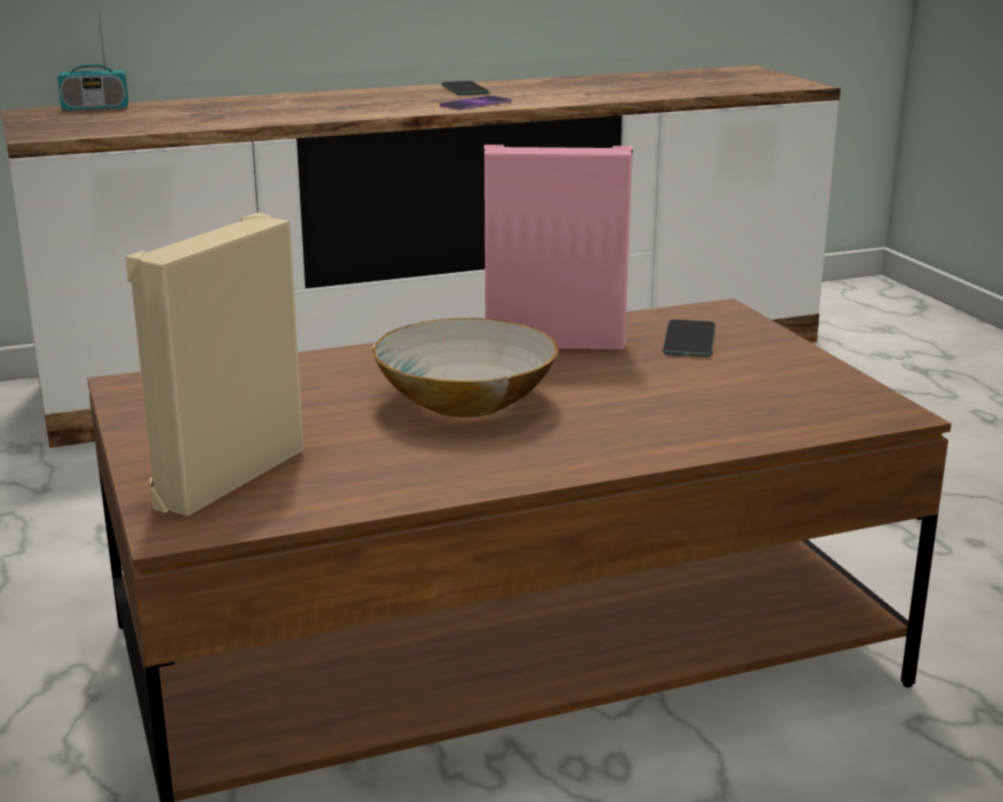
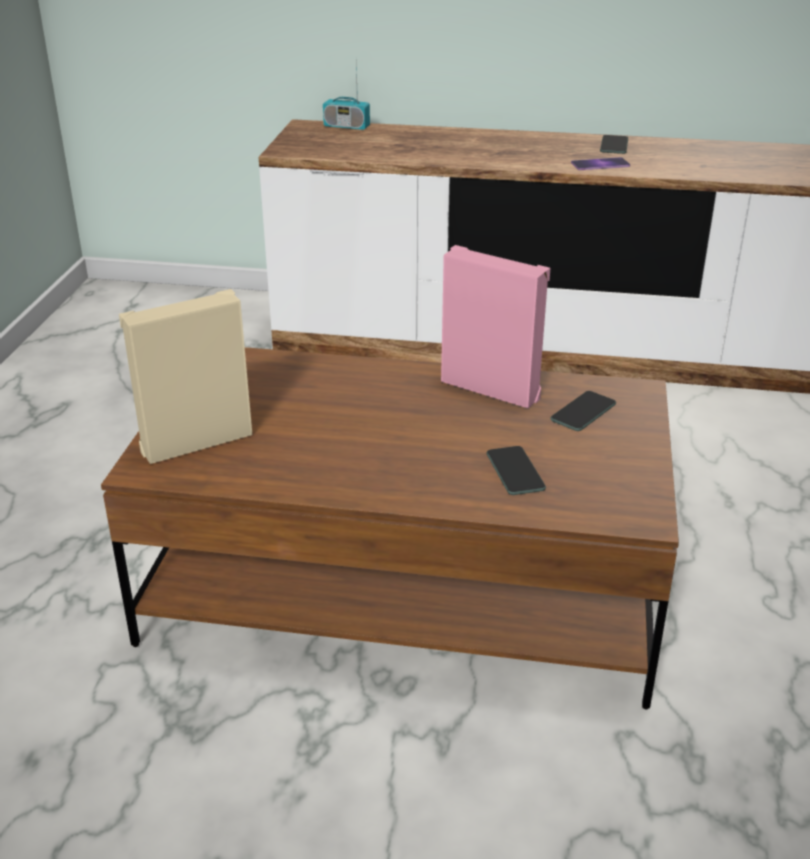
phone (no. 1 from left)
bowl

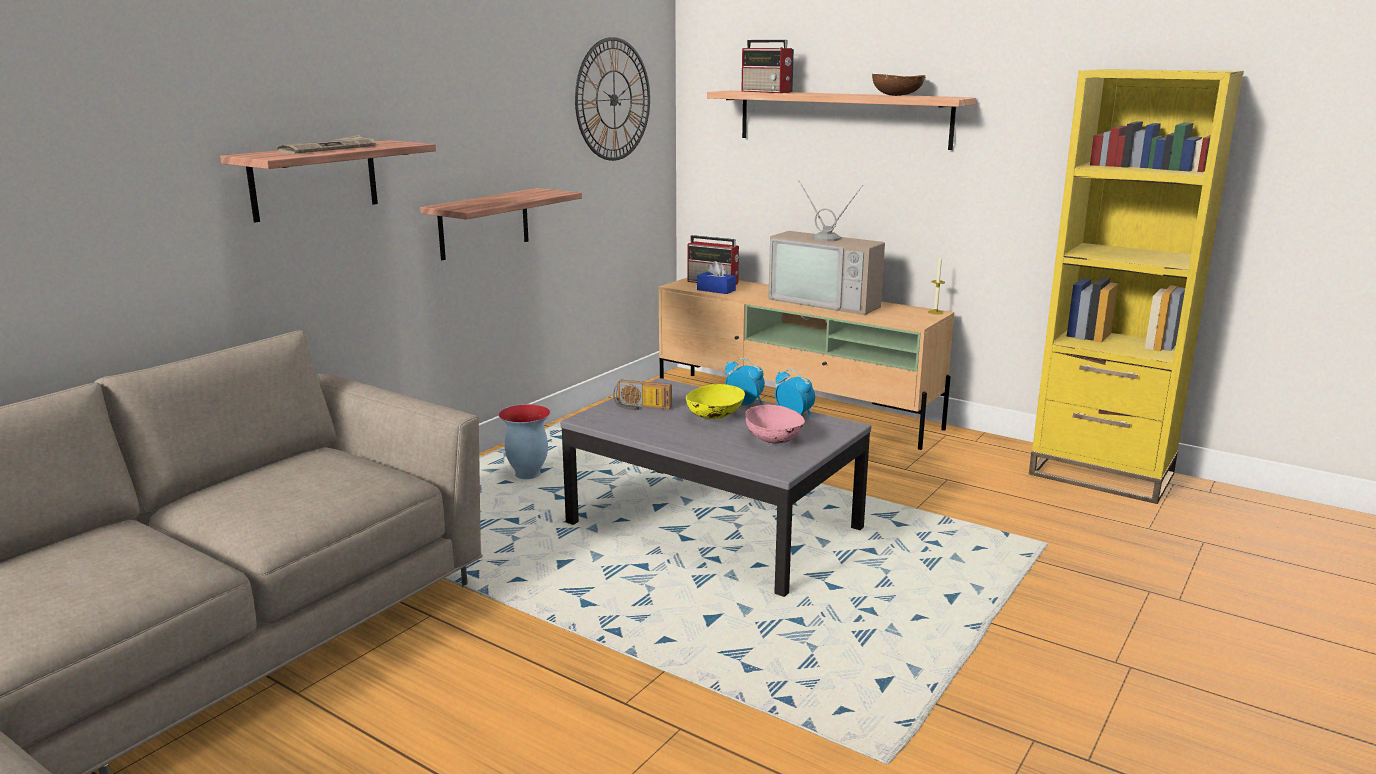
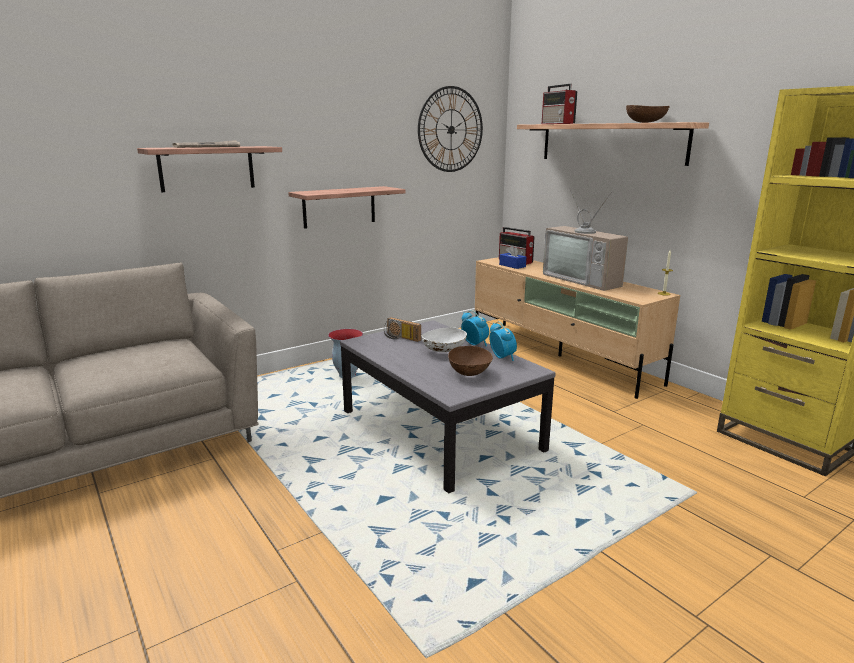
white-coloured bowl
brown-coloured bowl (no. 1 from left)

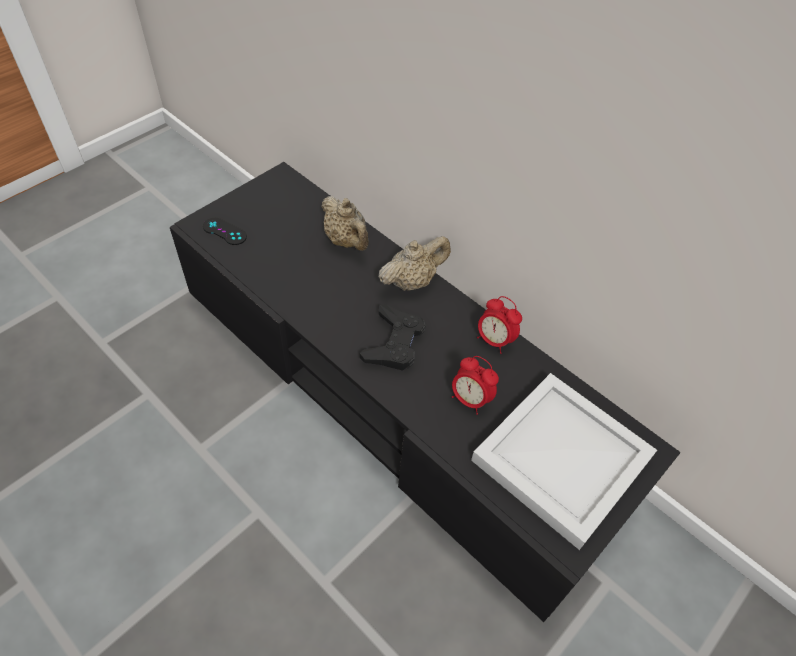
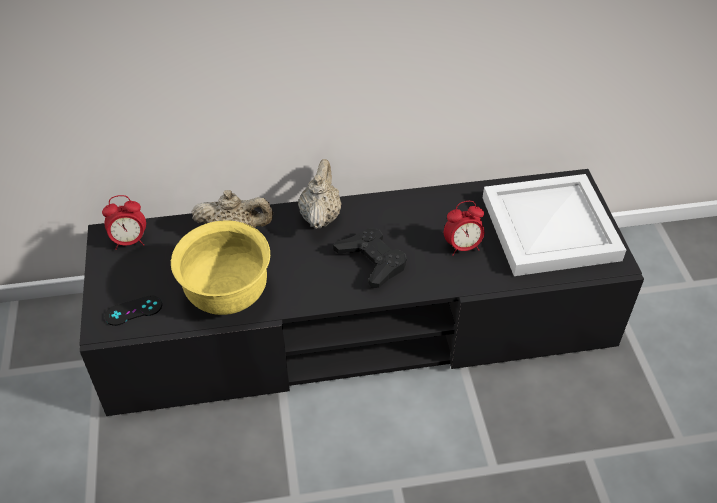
alarm clock (no. 1 from left)
yellow bowl

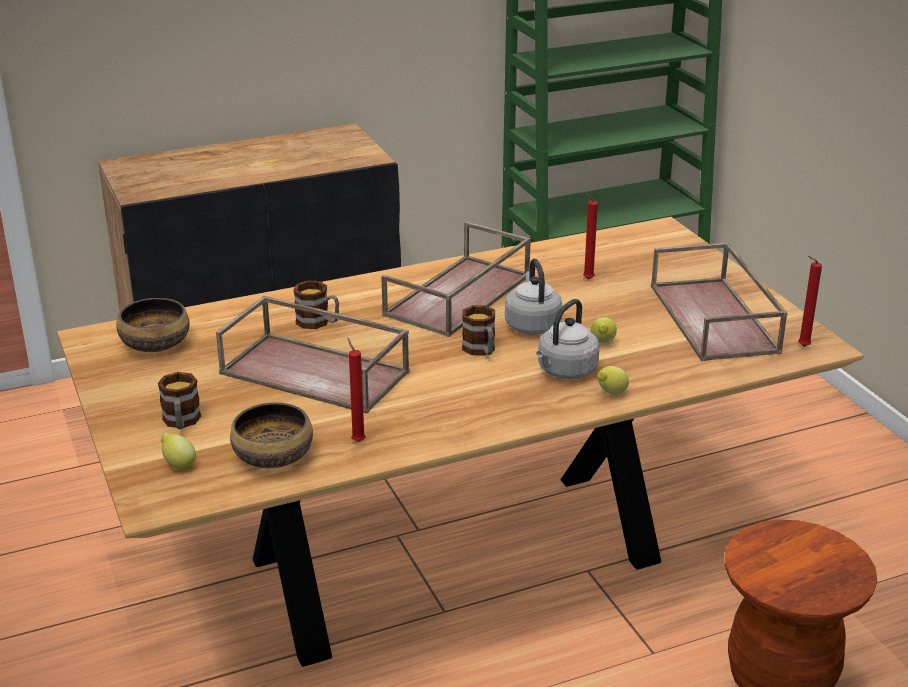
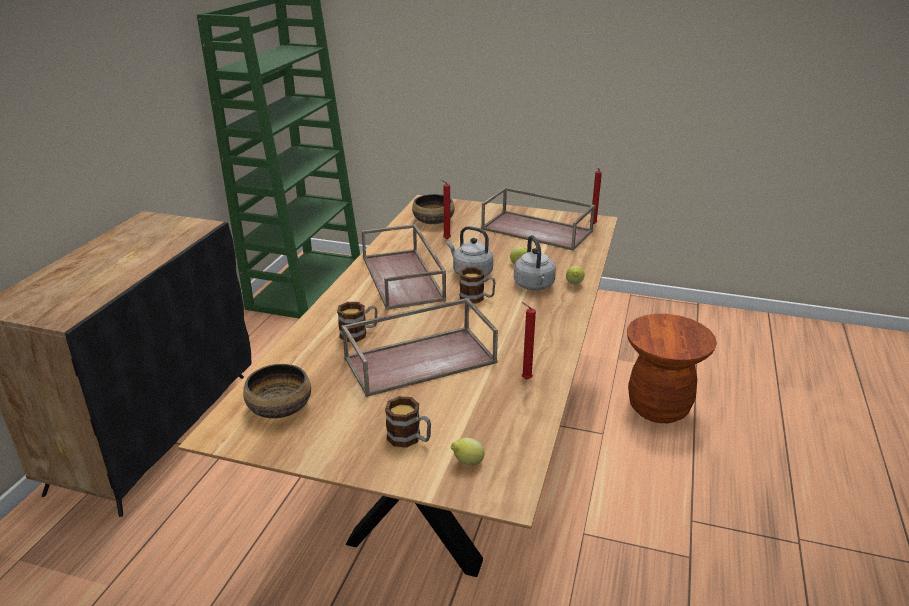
bowl (no. 2 from left)

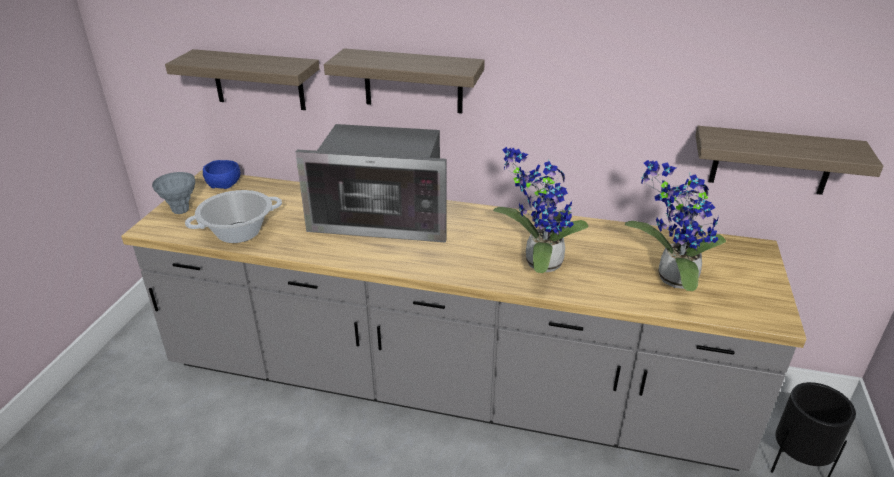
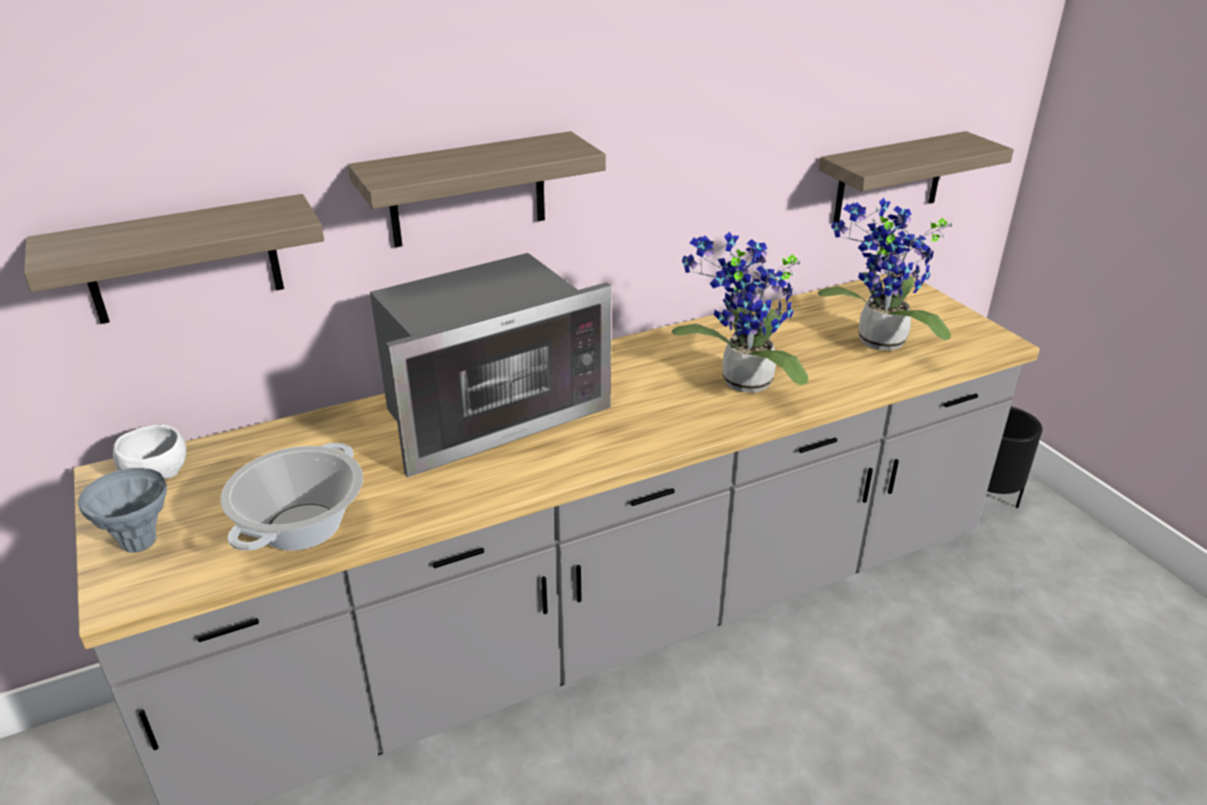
white-coloured bowl

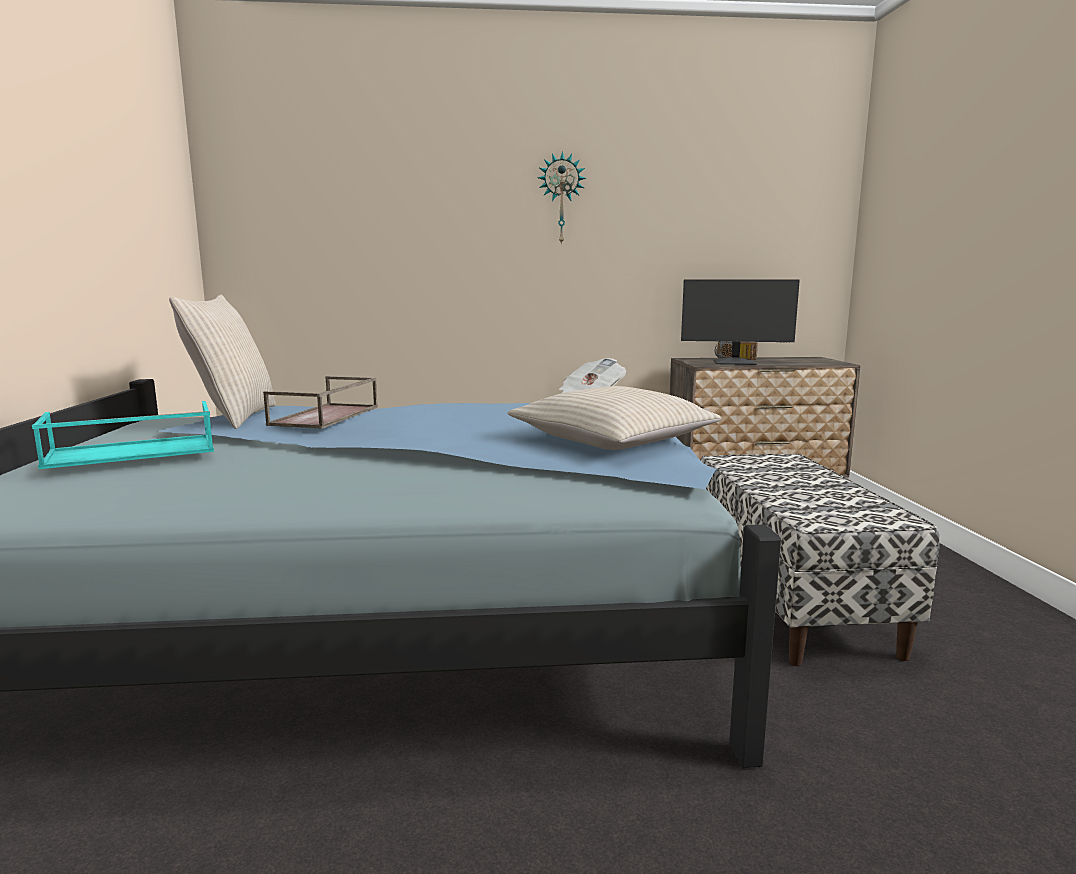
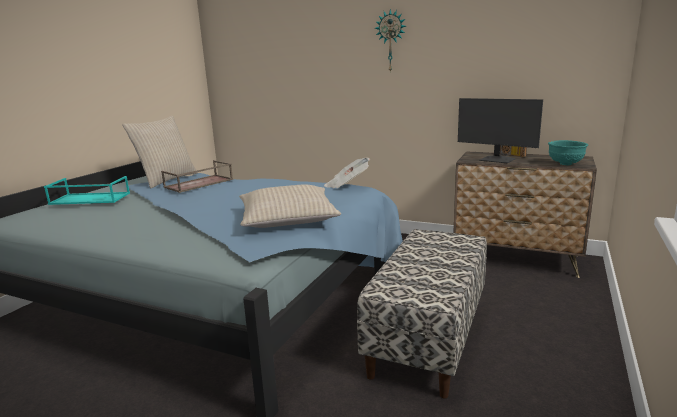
turquoise bowl

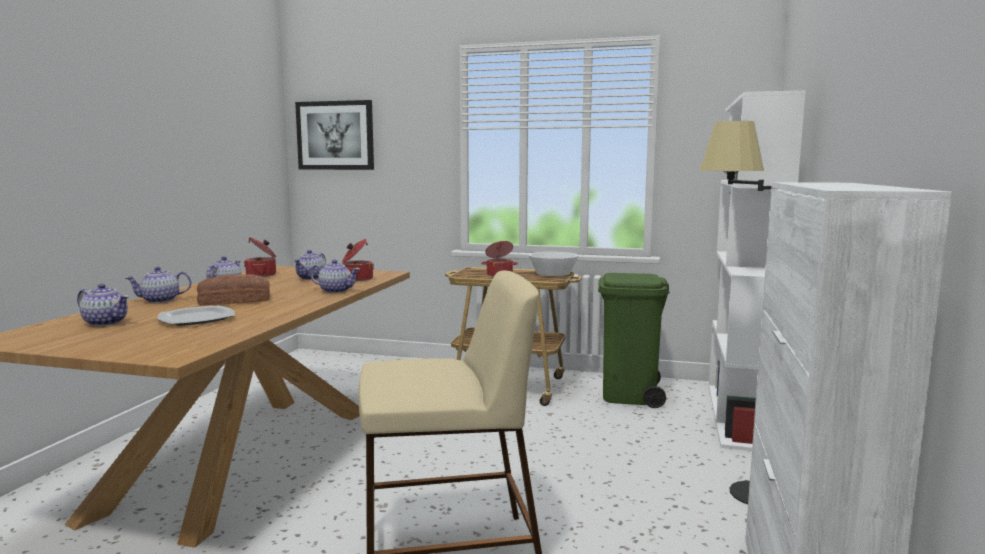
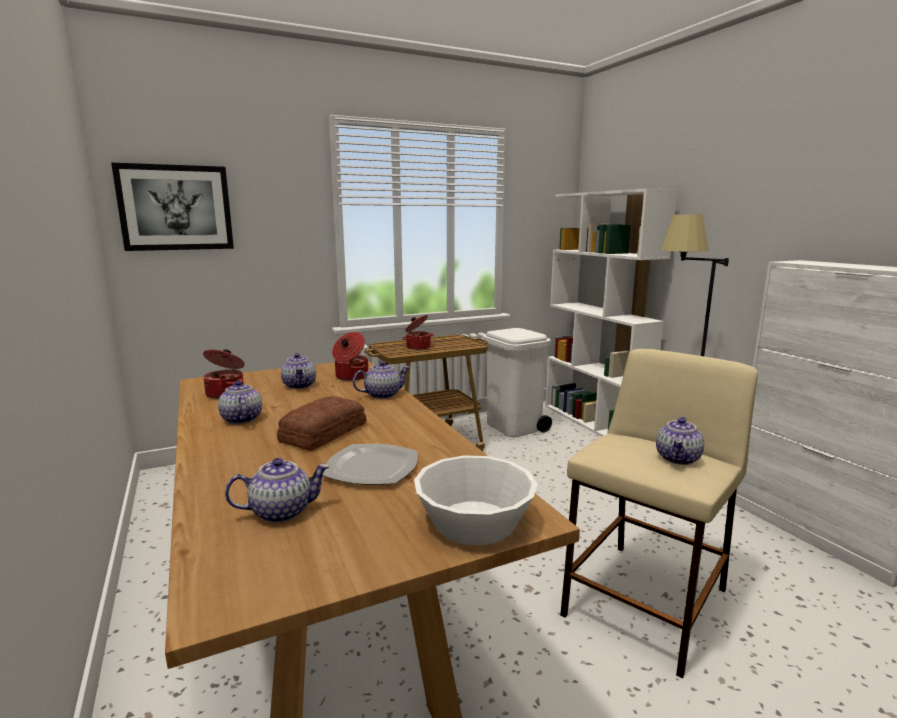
white-coloured bowl
white-coloured trash can
teapot (no. 5 from left)

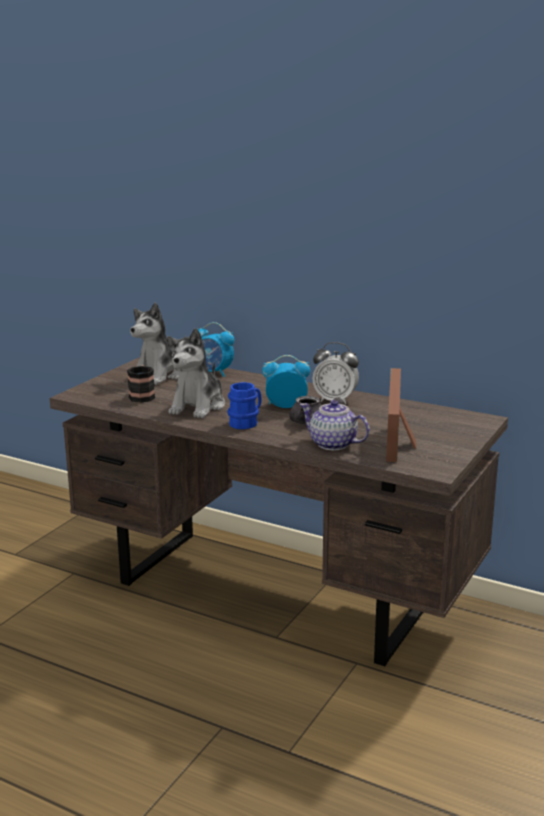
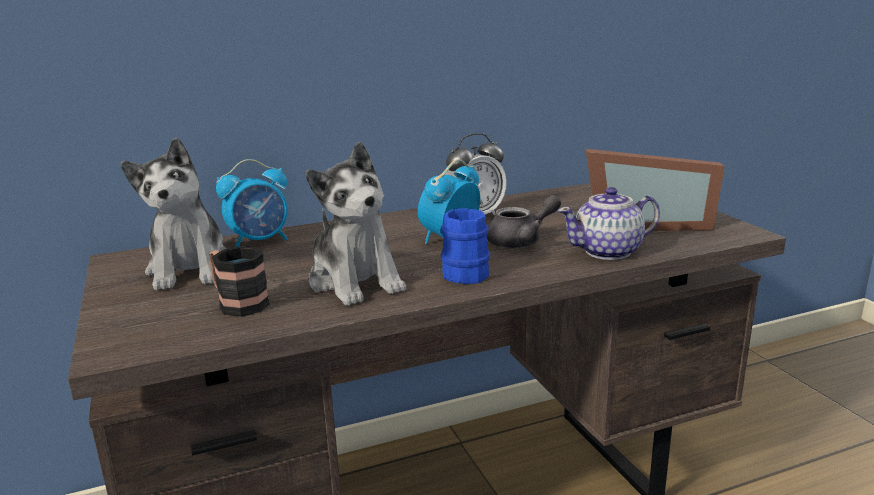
photo frame

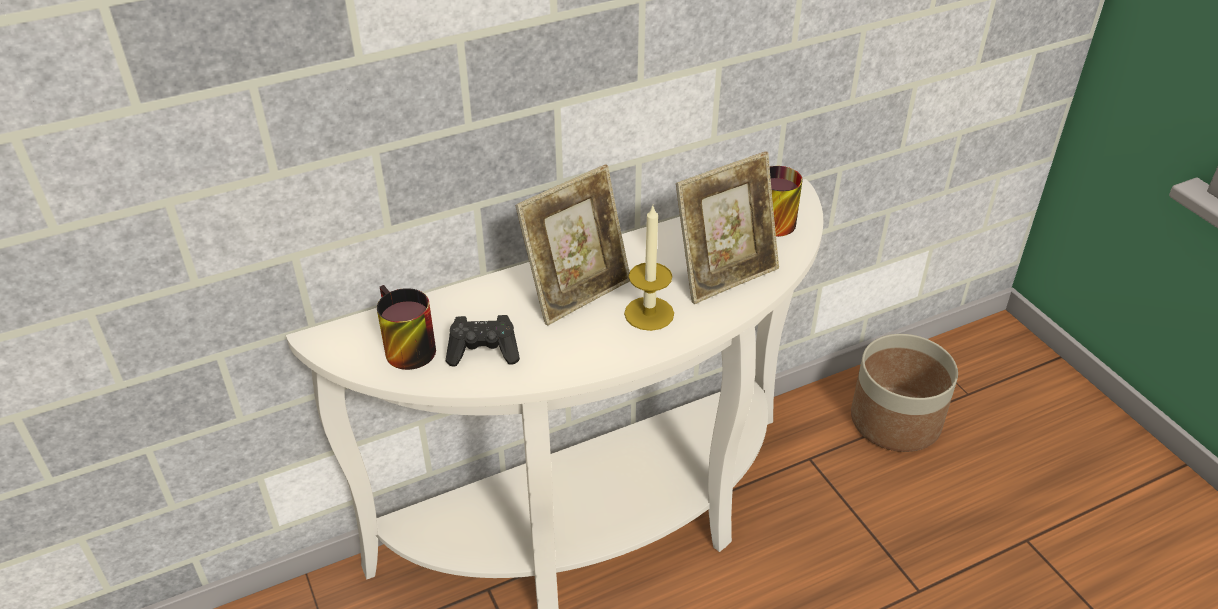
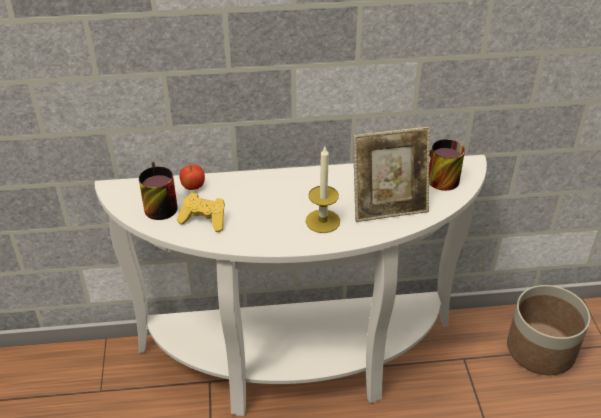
yellow gamepad
apple fruit
photo frame (no. 1 from left in the first image)

